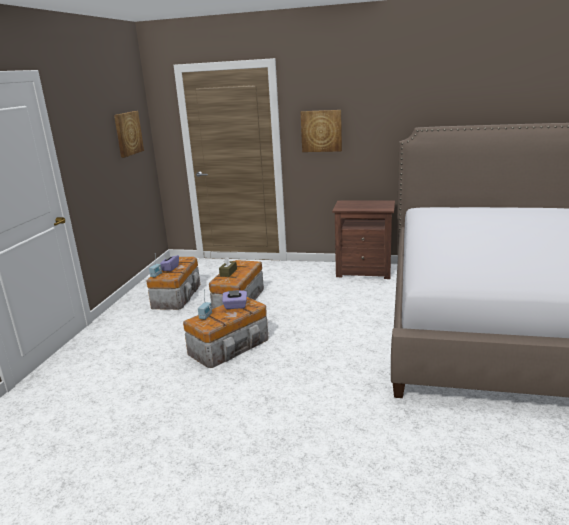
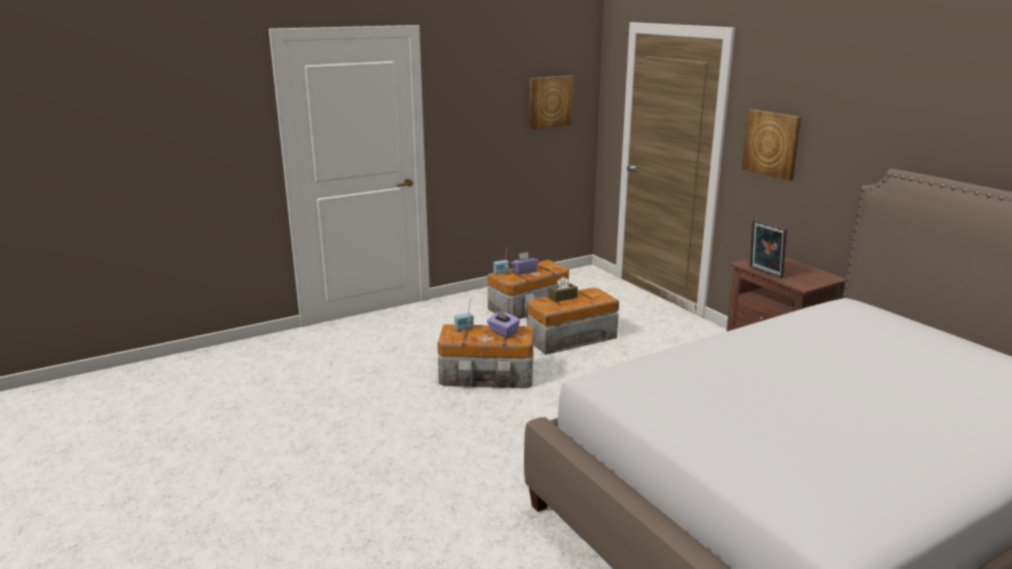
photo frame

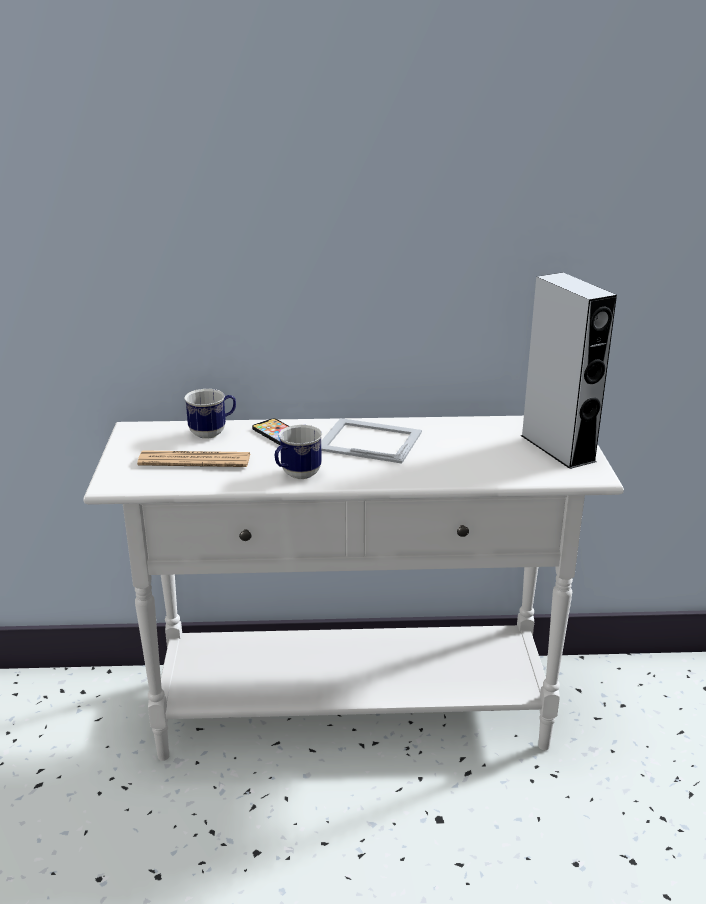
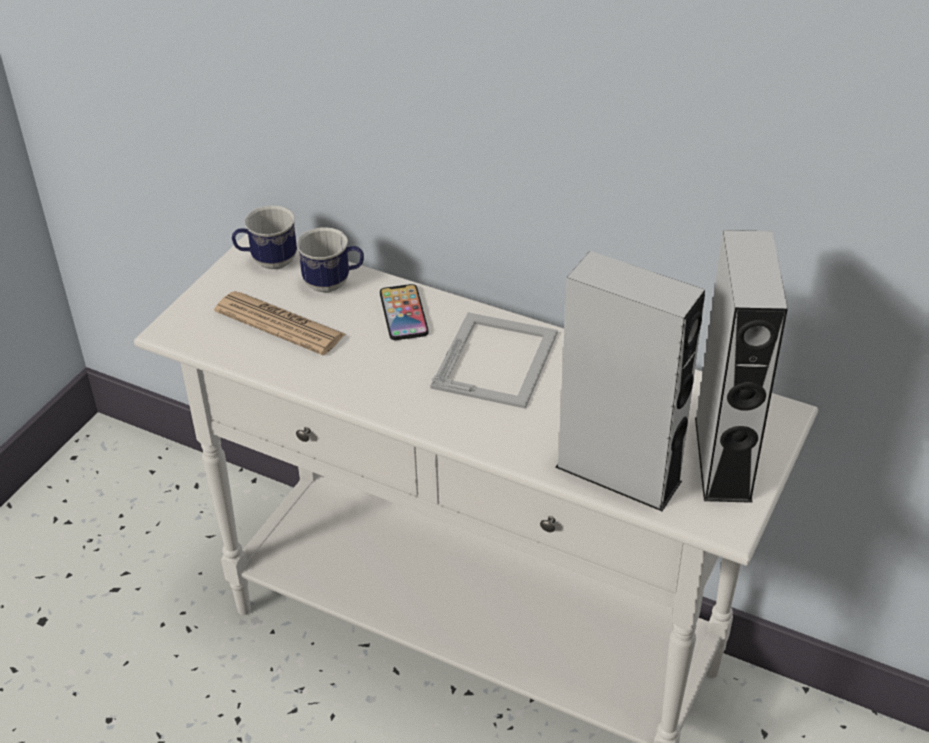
coffee mug (no. 1 from left)
photo frame
grey speaker (no. 1 from left)

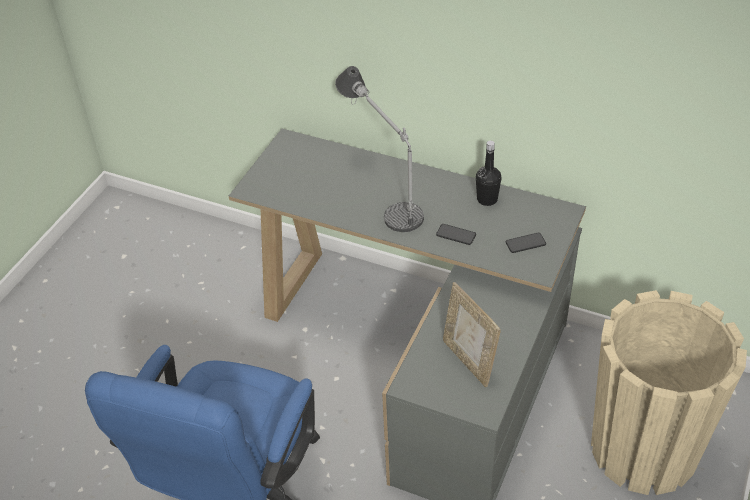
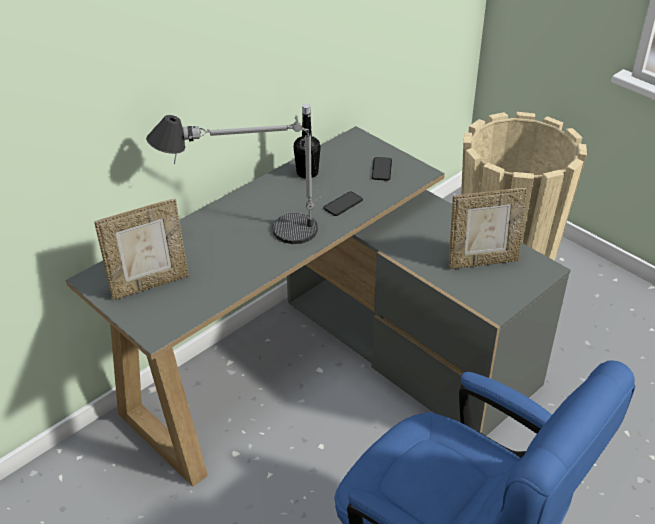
photo frame (no. 1 from left)

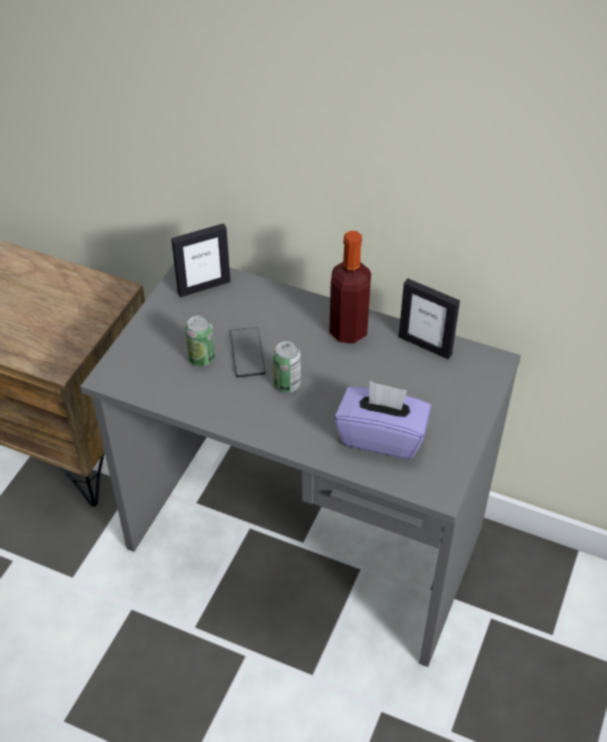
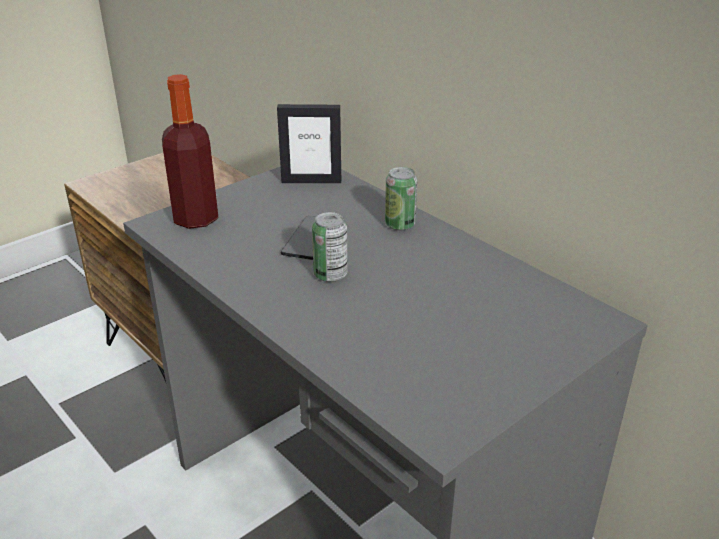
beverage bottle
metal can (no. 2 from left)
purplish tissue box
photo frame (no. 2 from left in the first image)

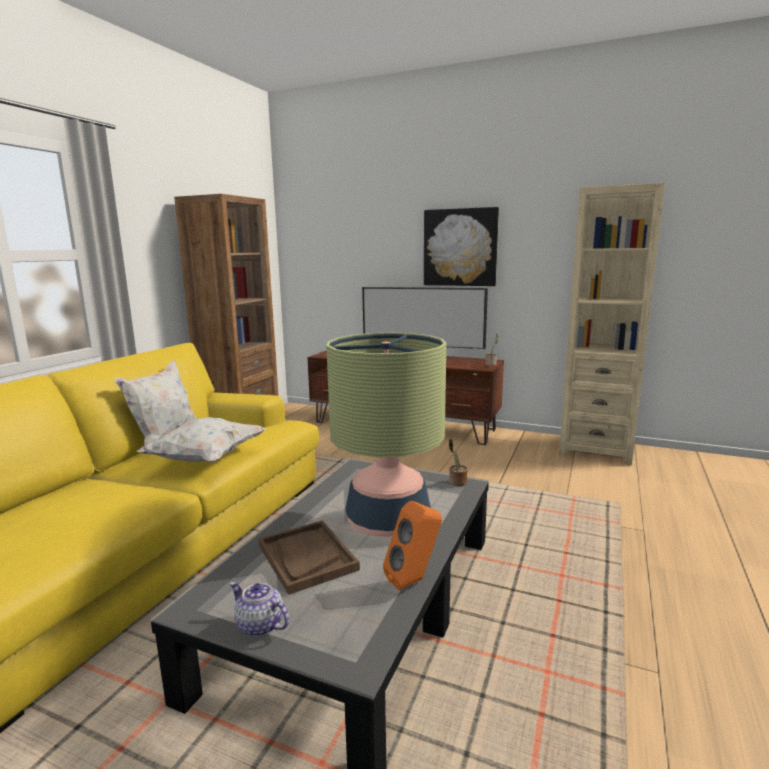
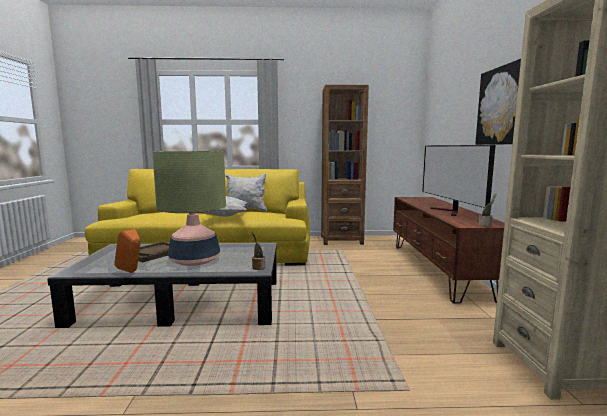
teapot

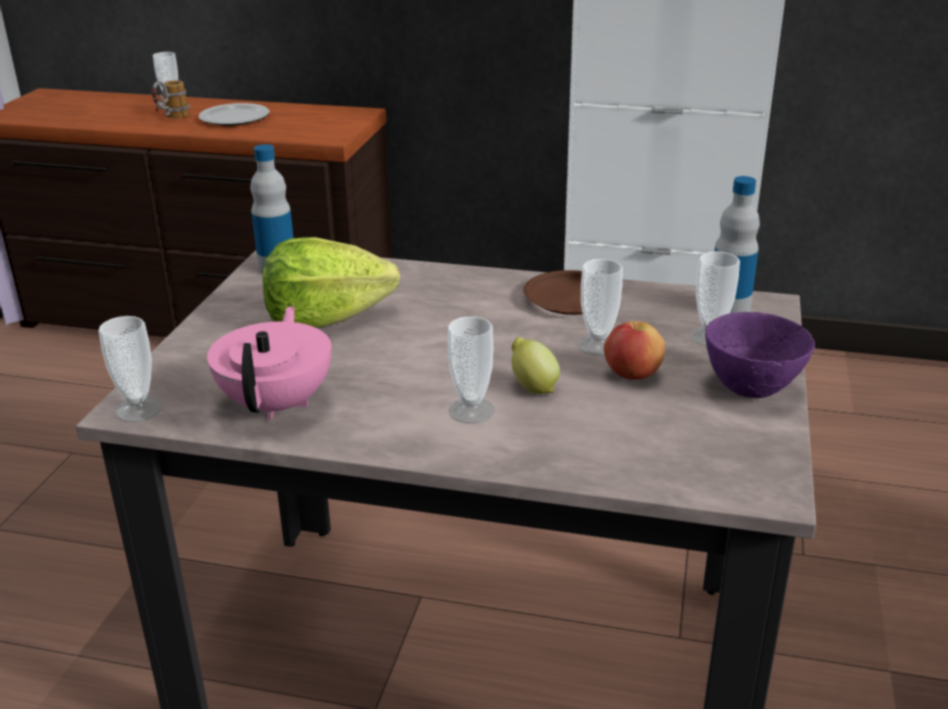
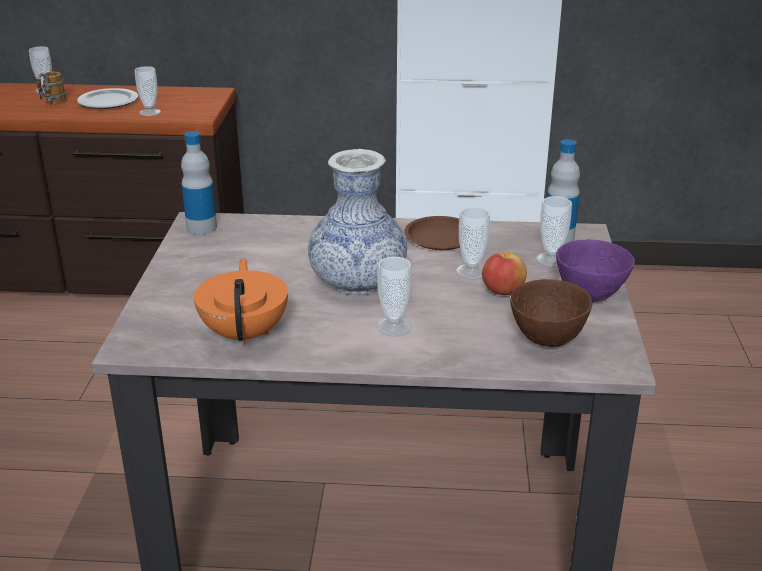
small cup (no. 2 from left)
orange teapot
decorative vase
brown-coloured bowl
lettuce
citrus fruit

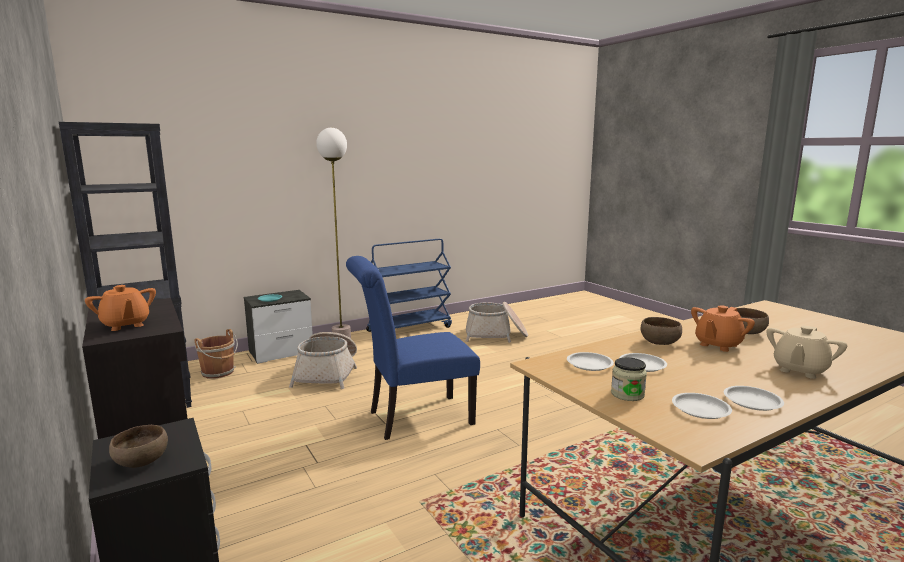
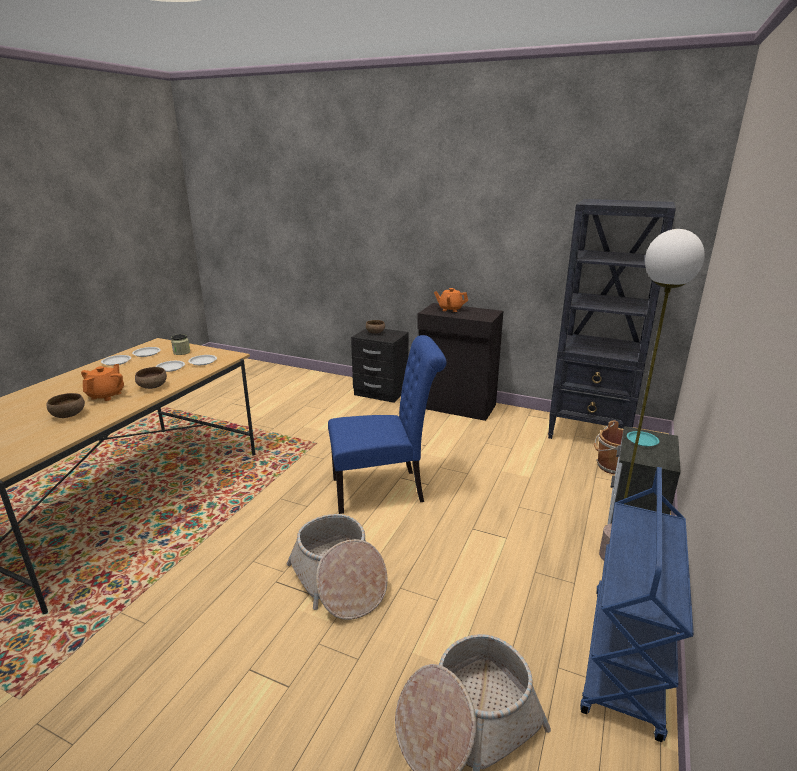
basket (no. 1 from left)
blue-coloured chair
beige-coloured teapot

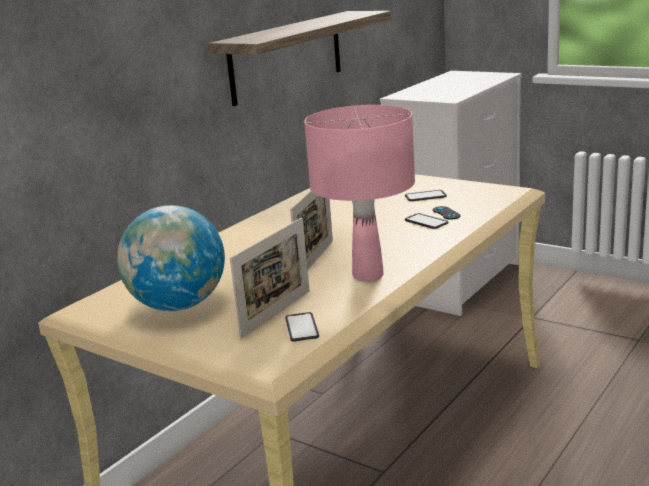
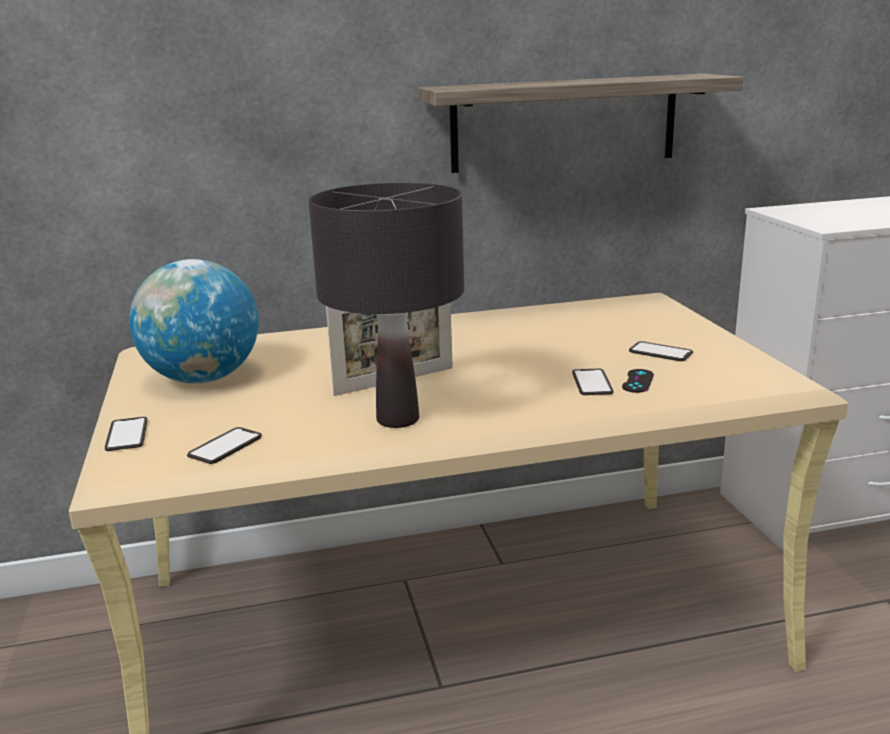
phone (no. 1 from left)
black-coloured tabletop lamp
photo frame (no. 1 from left in the first image)

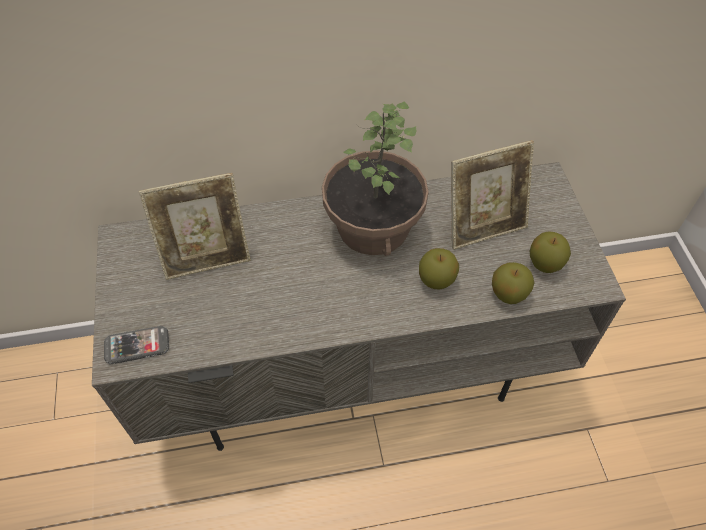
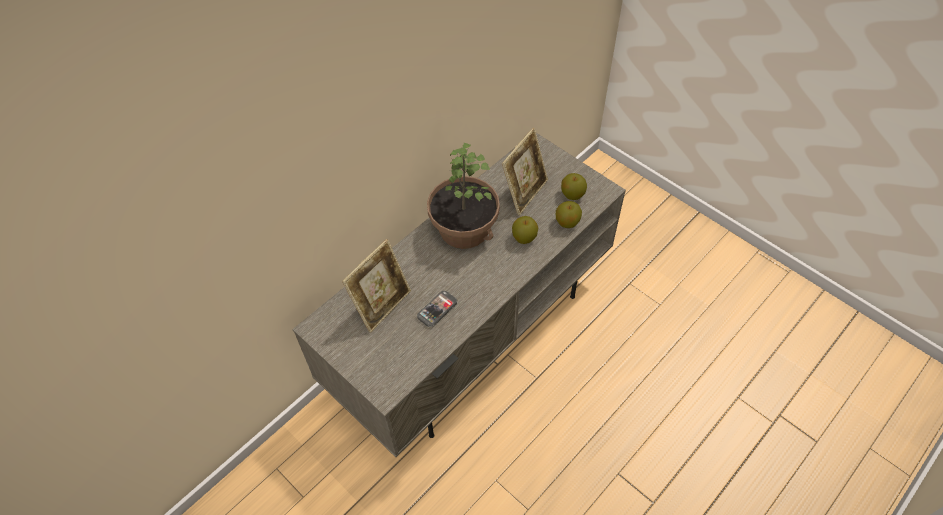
phone

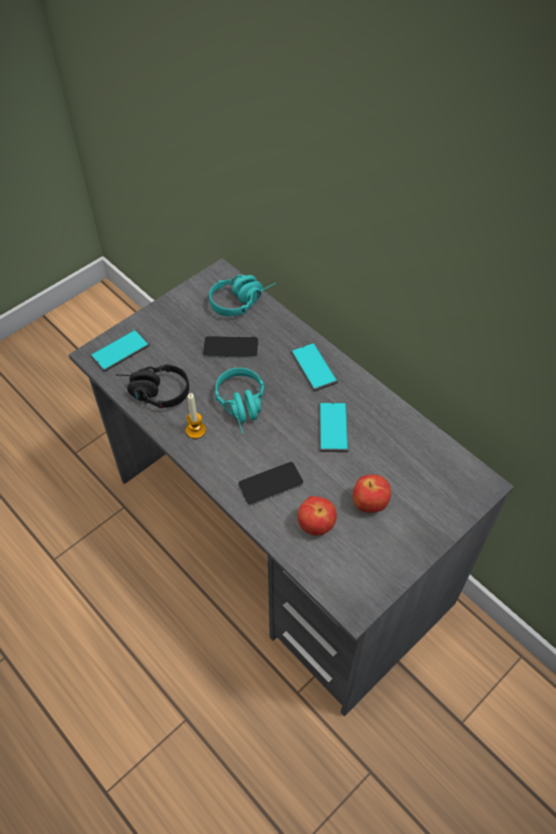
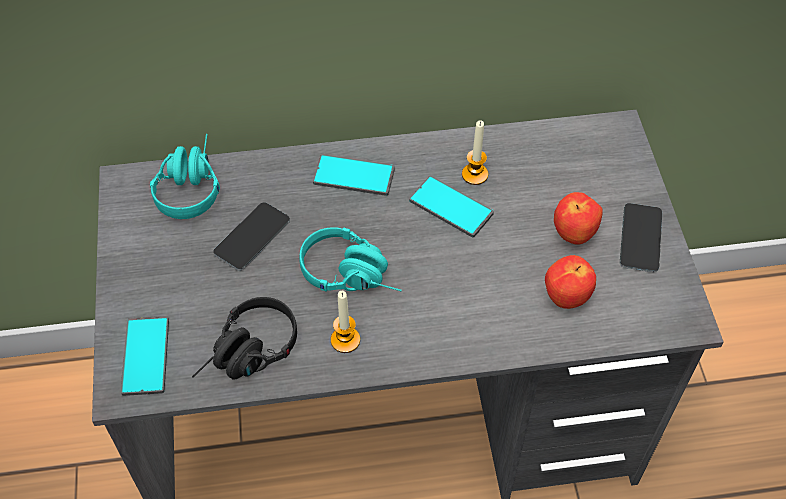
candle (no. 2 from left)
phone (no. 5 from left)

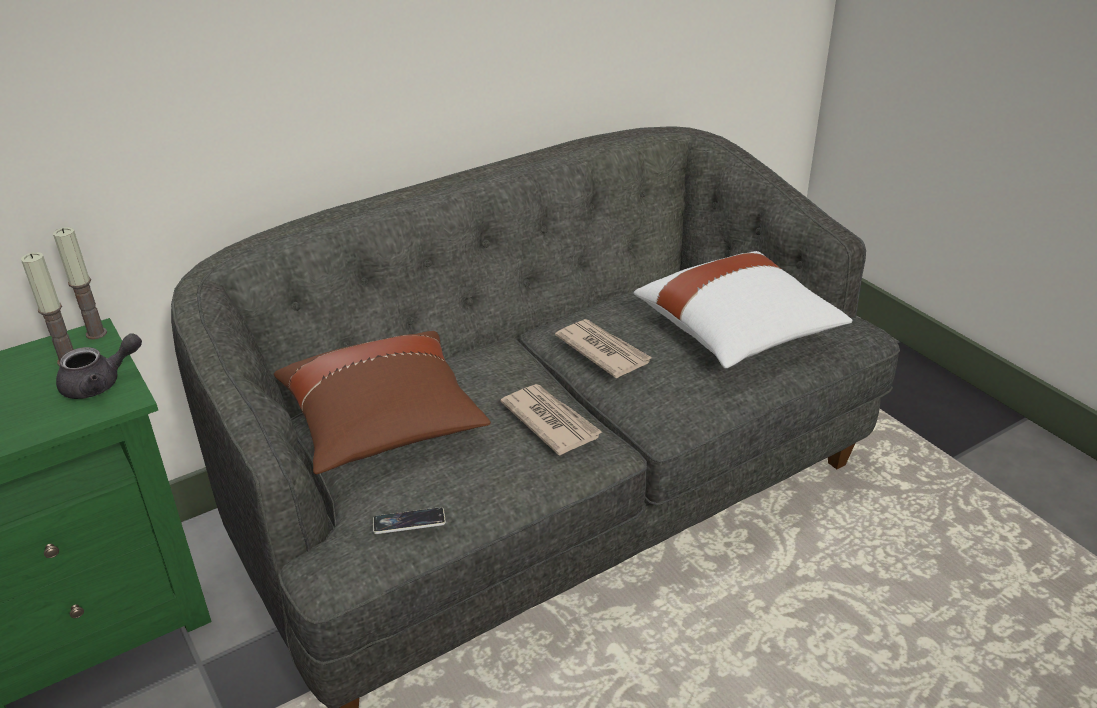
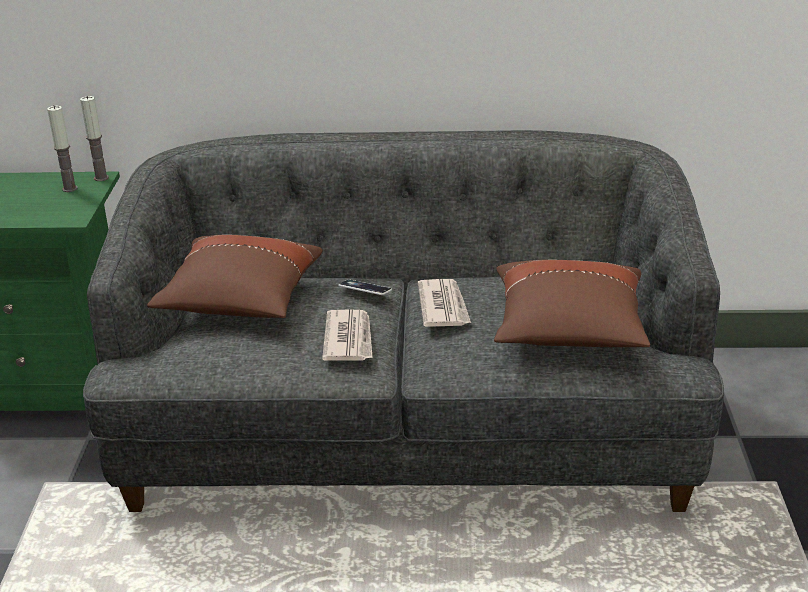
phone
brown-coloured pillow (no. 2 from left)
grey teapot

